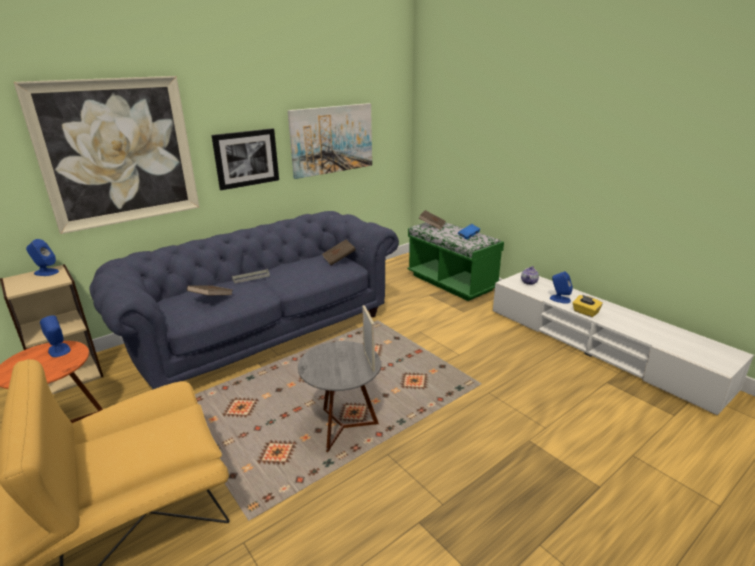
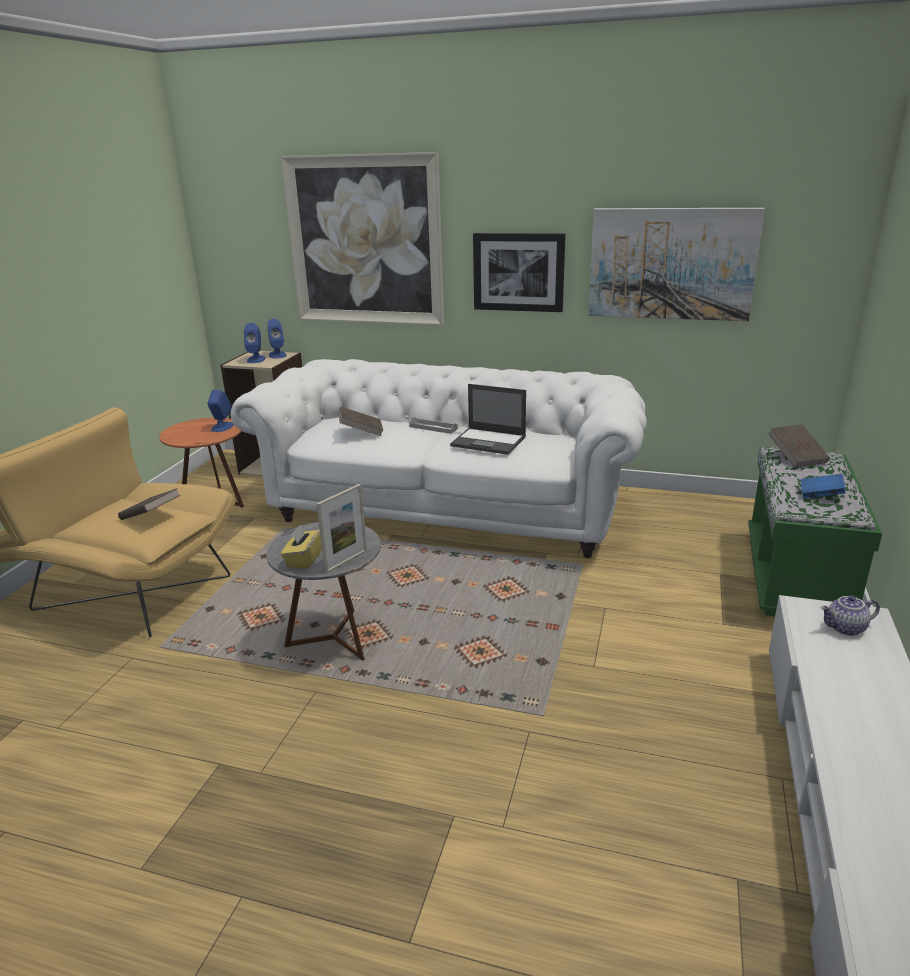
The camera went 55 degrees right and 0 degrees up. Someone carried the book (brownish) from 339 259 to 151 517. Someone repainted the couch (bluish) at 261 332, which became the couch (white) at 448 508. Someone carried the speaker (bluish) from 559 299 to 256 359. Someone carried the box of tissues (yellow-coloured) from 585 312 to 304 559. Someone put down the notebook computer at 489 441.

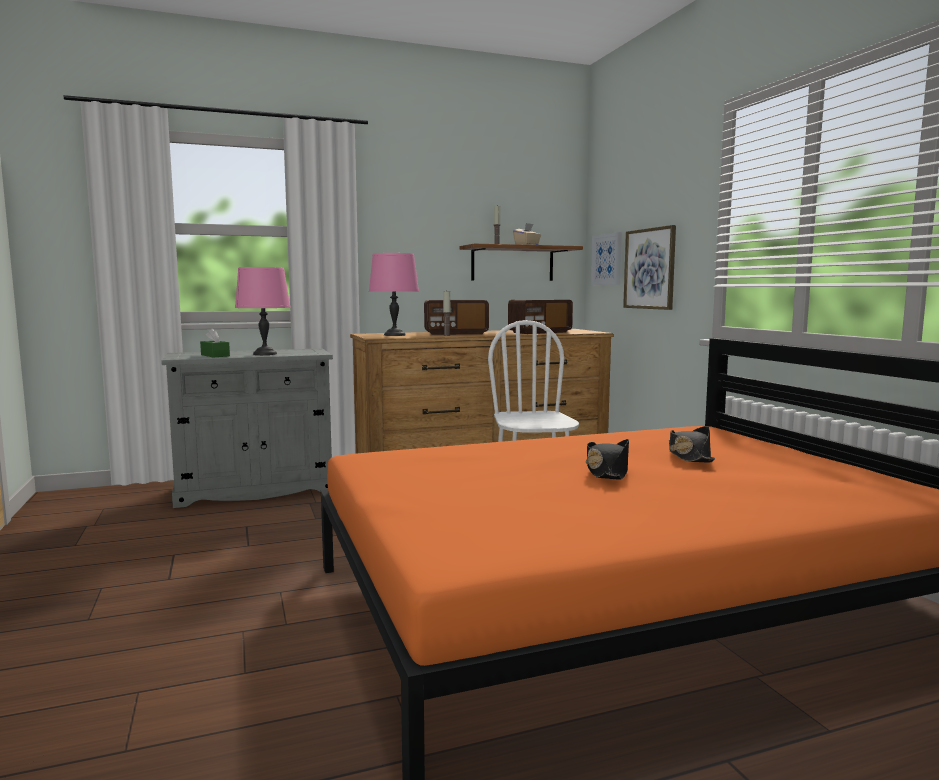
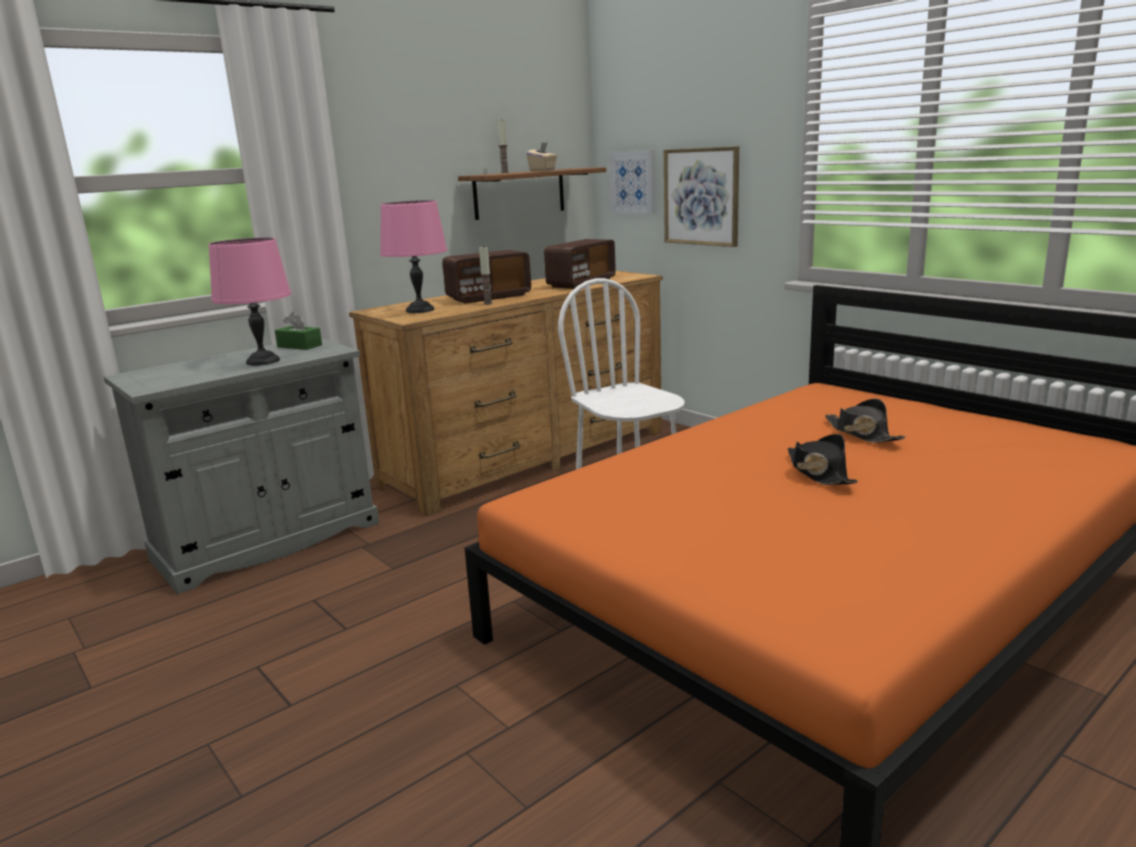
The camera went 20 degrees left and 10 degrees up. Someone carried the box of tissues (green) from 215 355 to 299 346.

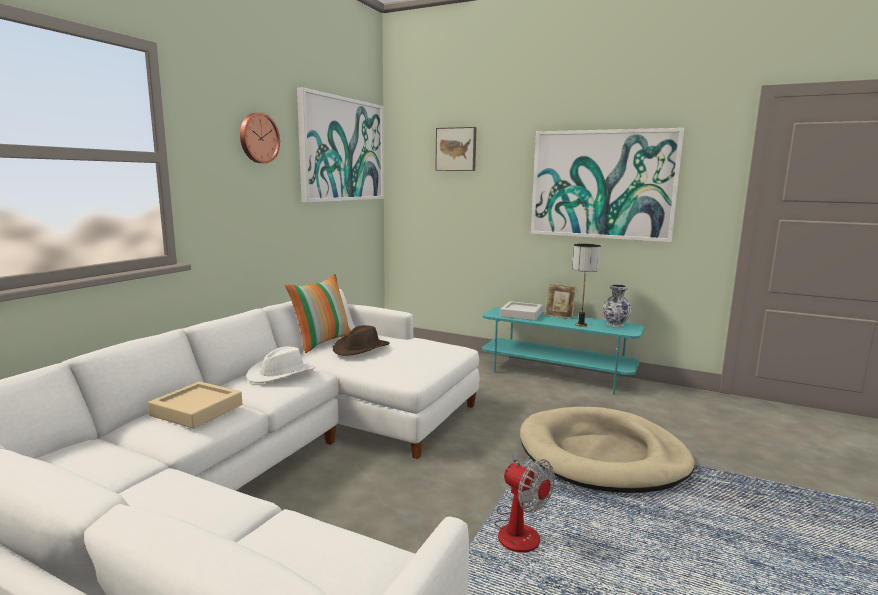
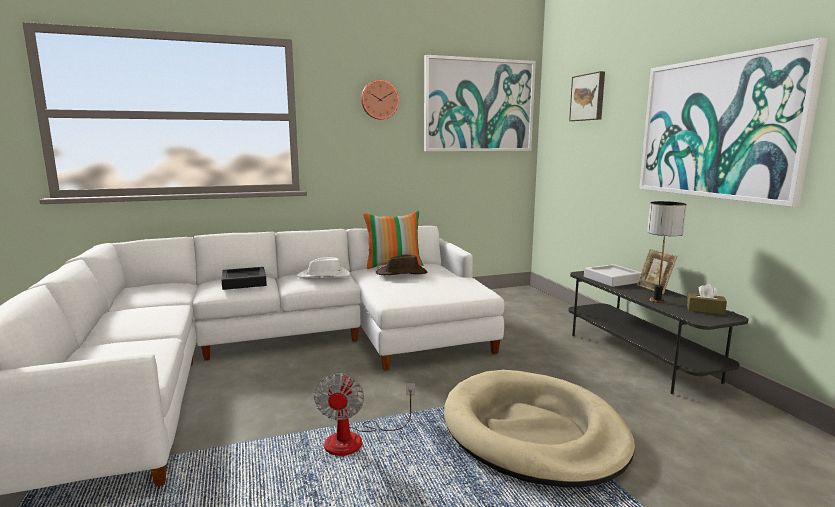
The camera went 45 degrees right and 0 degrees up. Someone repainted the carrying tray (beige-coloured) at 197 410, which became the carrying tray (blackish) at 244 282. Someone repainted the tv unit (blue-green) at 557 374, which became the tv unit (greyish) at 640 356. Someone swapped the decorative vase at 615 325 for the box of tissues (brownish) at 705 310.

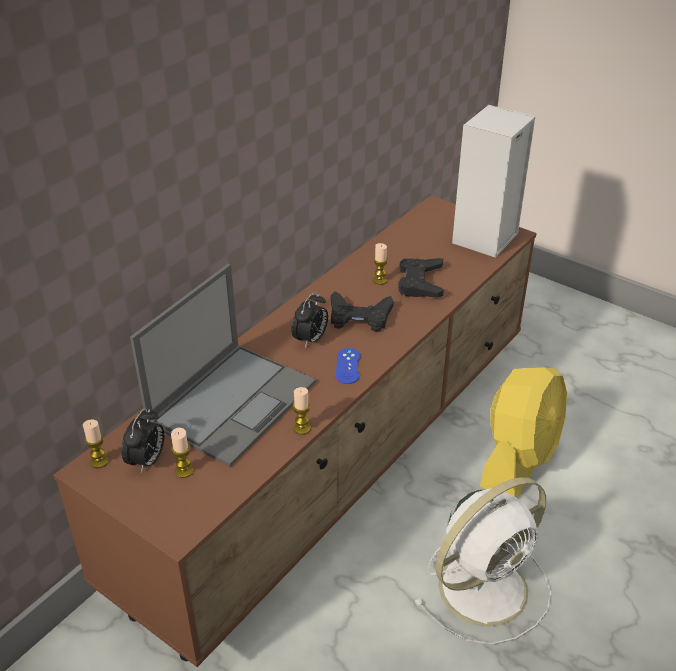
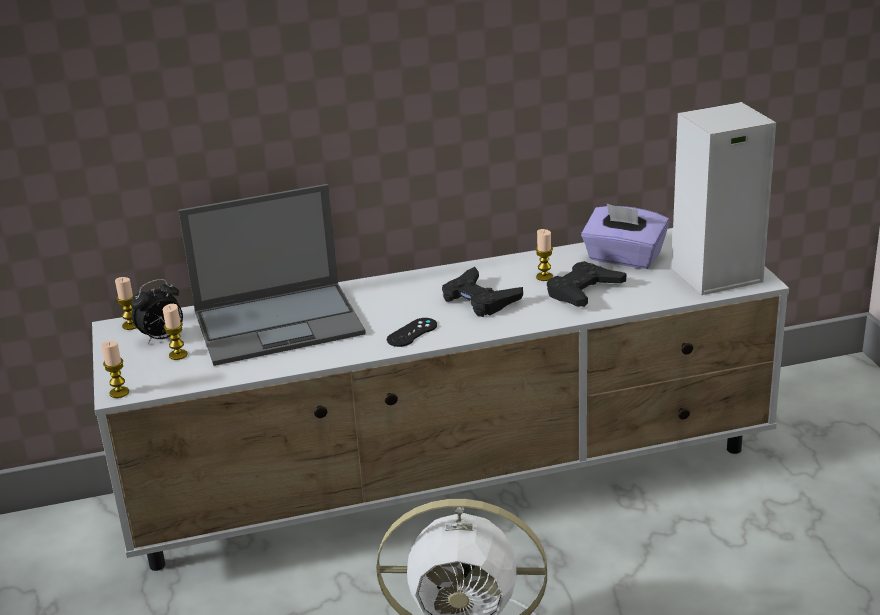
The camera went 40 degrees right and 10 degrees down. Someone repainted the tv unit (brownish) at 339 464, which became the tv unit (white) at 453 484. Someone carried the candle from 302 428 to 119 393. Someone repainted the gamepad (bluish) at 348 366, which became the gamepad (blackish) at 412 332. Someone put down the box of tissues (purple-coloured) at 624 258. Someone took away the bedside clock at 310 340. Someone took away the cooling fan (yellow-coloured) at 519 459.

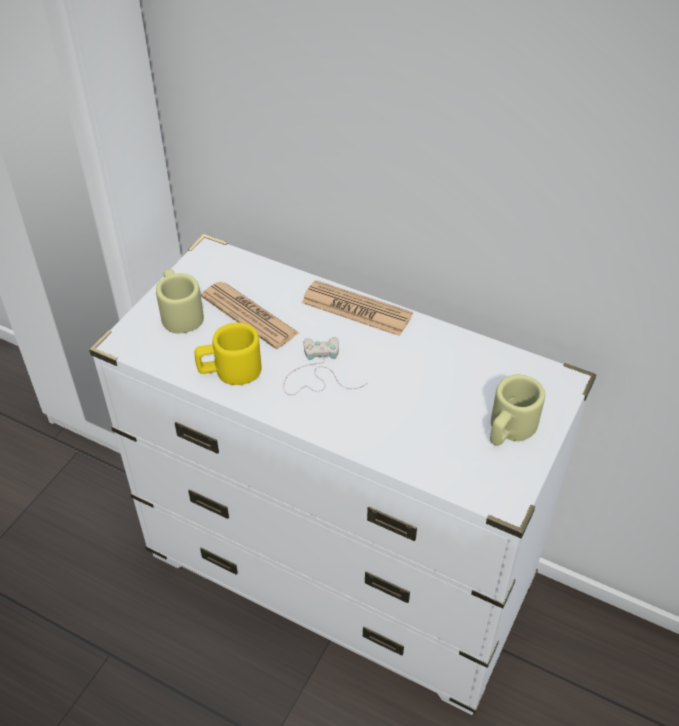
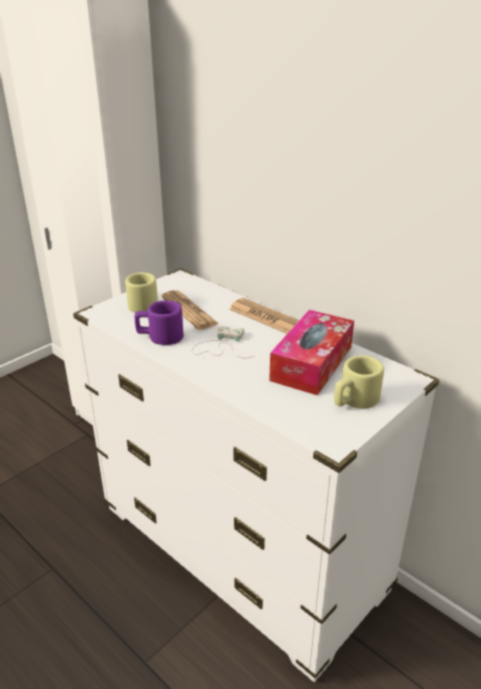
The camera went 15 degrees right and 15 degrees down. Someone repainted the mug (yellow-coloured) at 229 371, which became the mug (purple-coloured) at 160 337. Someone put down the box of tissues at 312 363.

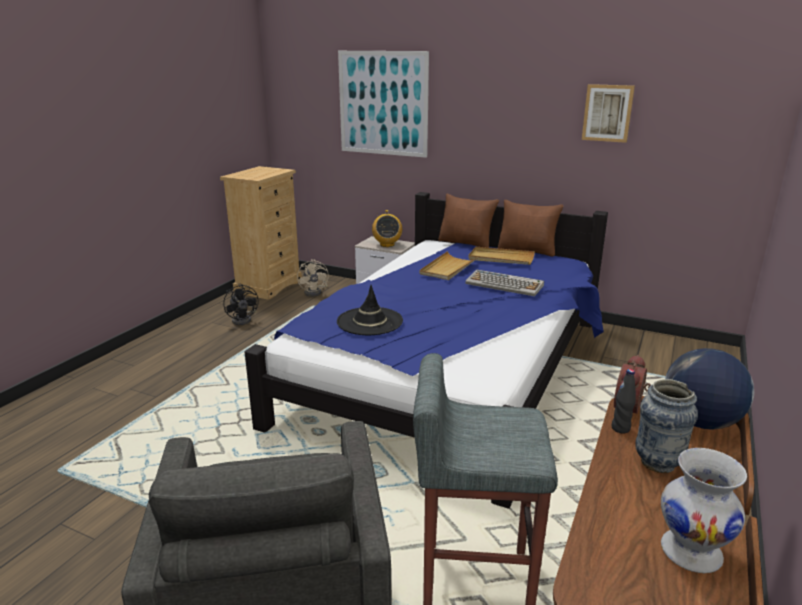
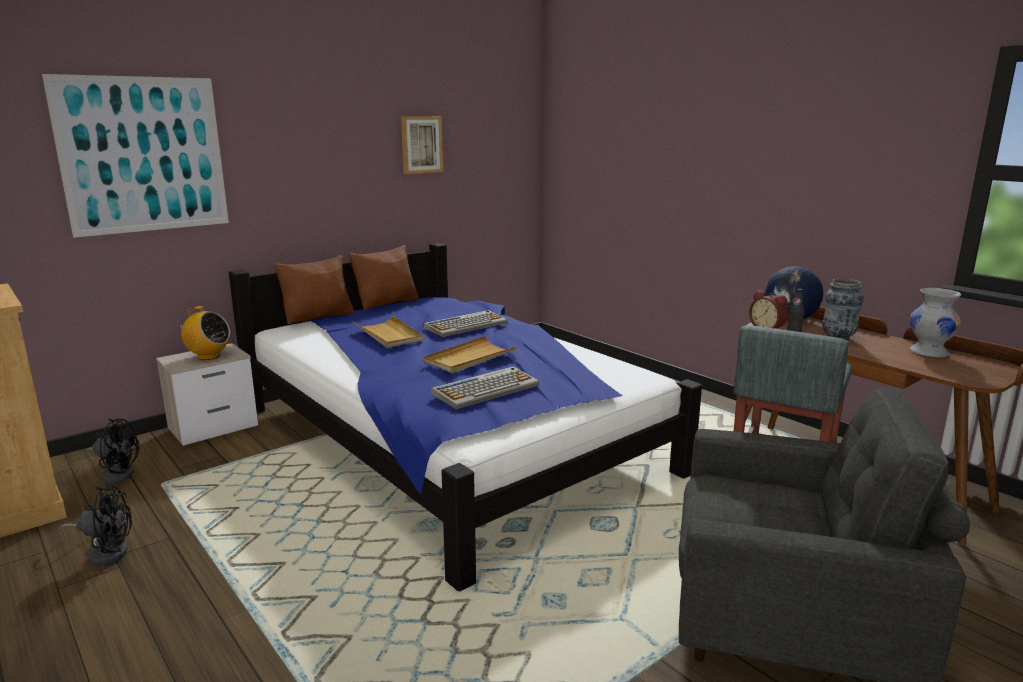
The camera went 65 degrees left and 5 degrees down. Someone repainted the cooling fan (beige-coloured) at 315 292, which became the cooling fan (blackish) at 116 473. Someone carried the carrying tray (beige-coloured) from 501 258 to 470 358. Someone swapped the wearable hat (blackish) at 369 321 for the keyboard at 486 389.

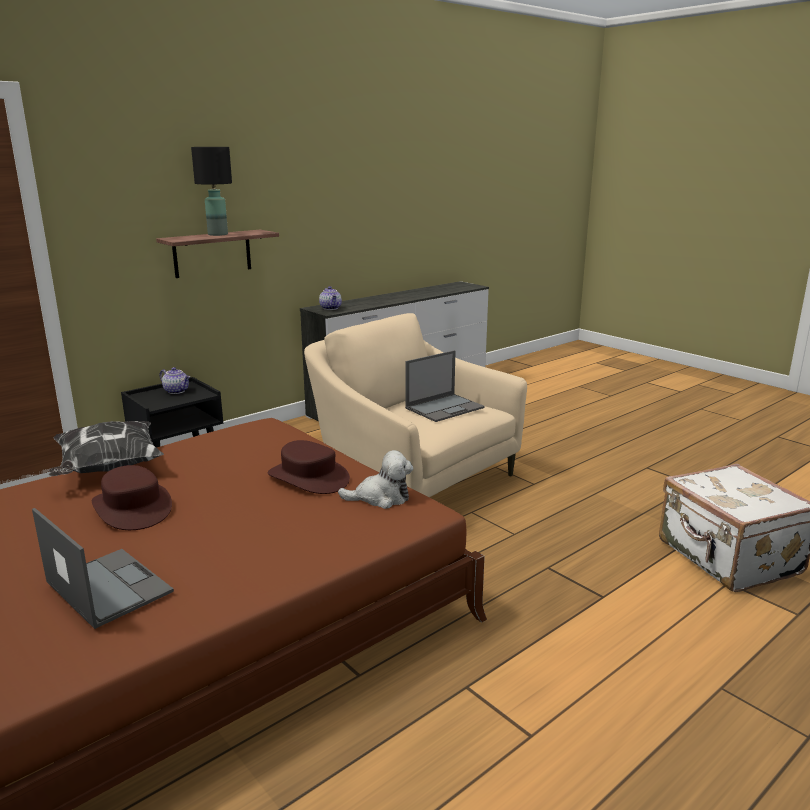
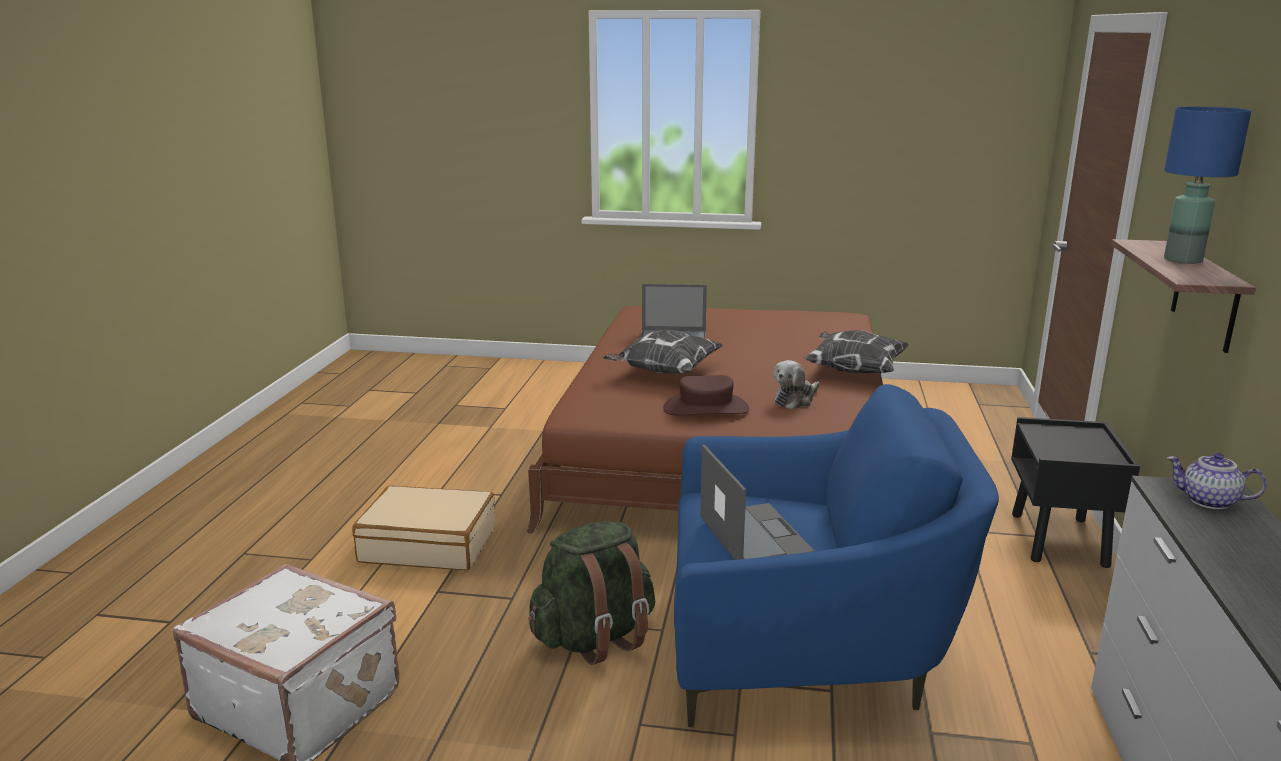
The camera went 140 degrees right and 0 degrees up. Someone put down the piece of luggage (beige-coloured) at 429 544. Someone put down the rucksack (green) at 594 638. Someone put down the pillow at 663 372. Someone repainted the easy chair (beige-coloured) at 411 478, which became the easy chair (bluish) at 805 647. Someone rotated the notebook computer at 445 408 by 150 degrees clockwise. Someone carried the cuddly toy from 381 498 to 795 400. Someone repainted the tabletop lamp (blackish) at 218 234, which became the tabletop lamp (bluish) at 1183 260. Someone took away the wearable hat (brownish) at 133 508. Someone took away the pot for tea at 177 391.

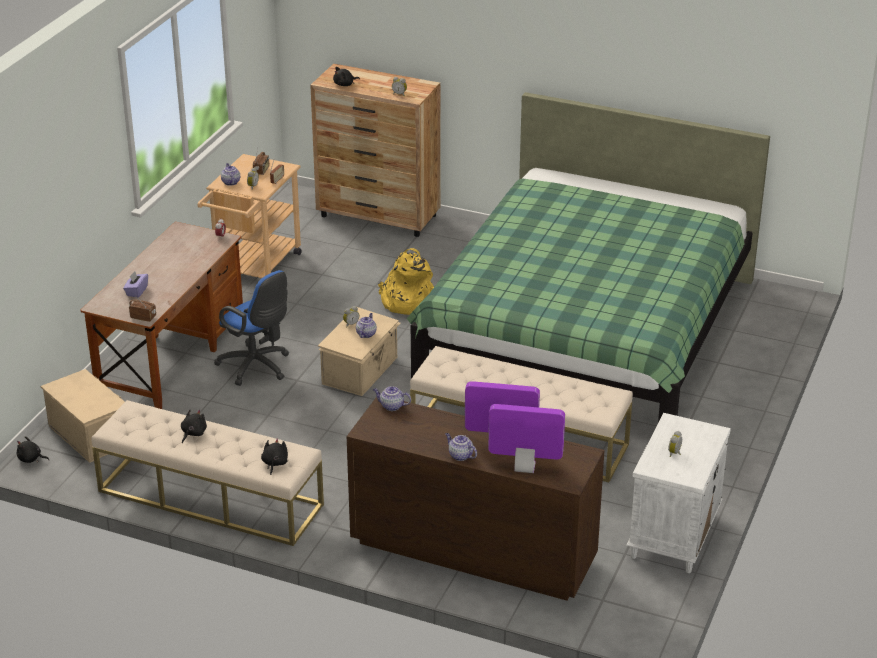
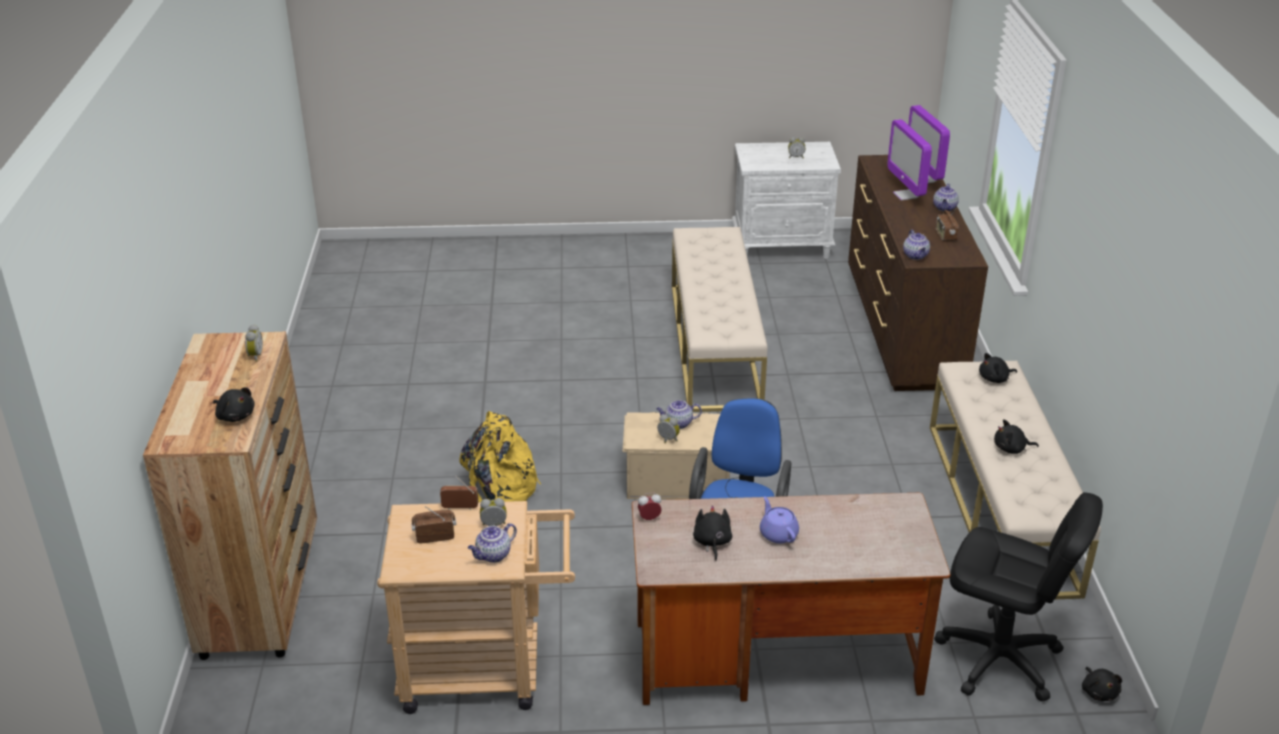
The camera went 115 degrees left and 0 degrees up. Someone put down the cuddly toy (blackish) at 712 542. Someone put down the pot for tea (purple-coloured) at 778 533. Someone swapped the storage container (beige-coloured) at 90 434 for the office chair (blackish) at 999 659. Someone carried the radio from 143 317 to 945 236. Someone took away the box of tissues (purple-coloured) at 136 291. Someone took away the sleeping bed (green) at 587 329.

